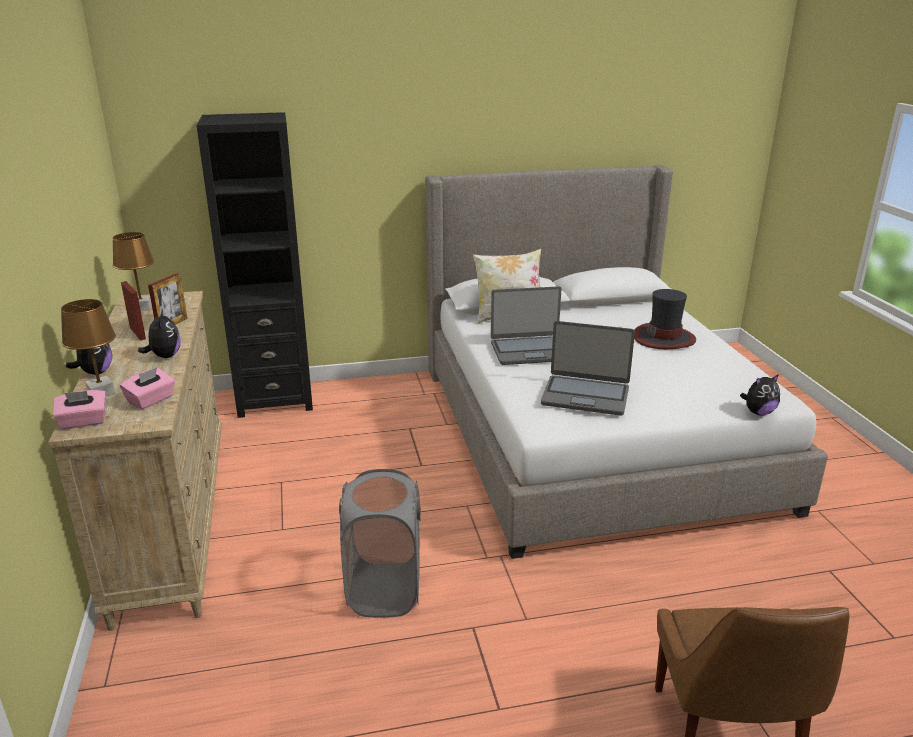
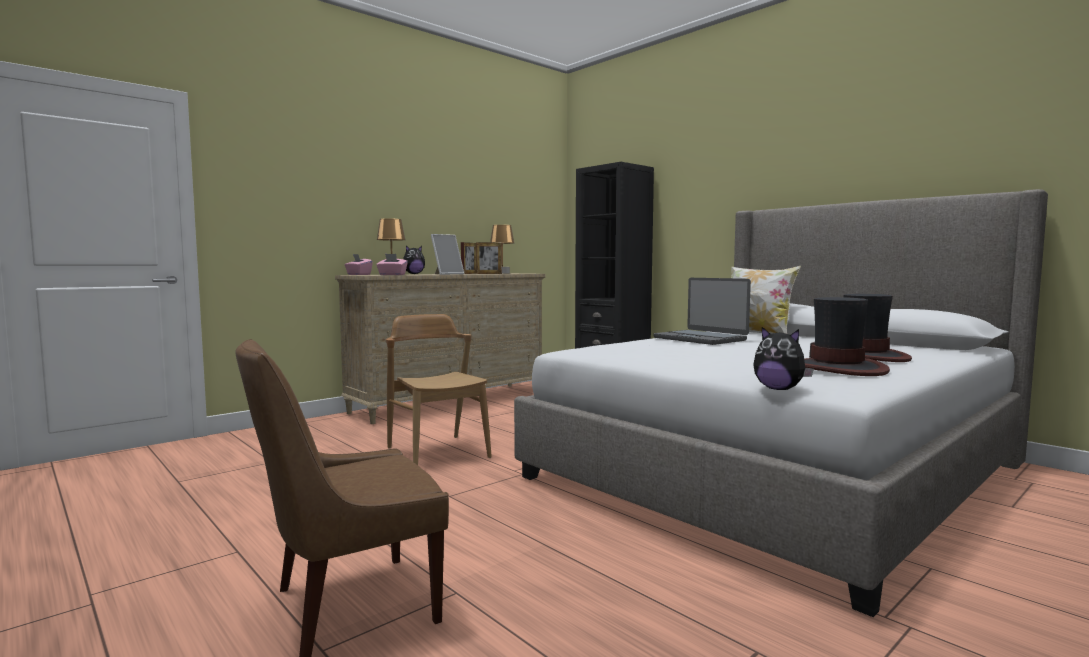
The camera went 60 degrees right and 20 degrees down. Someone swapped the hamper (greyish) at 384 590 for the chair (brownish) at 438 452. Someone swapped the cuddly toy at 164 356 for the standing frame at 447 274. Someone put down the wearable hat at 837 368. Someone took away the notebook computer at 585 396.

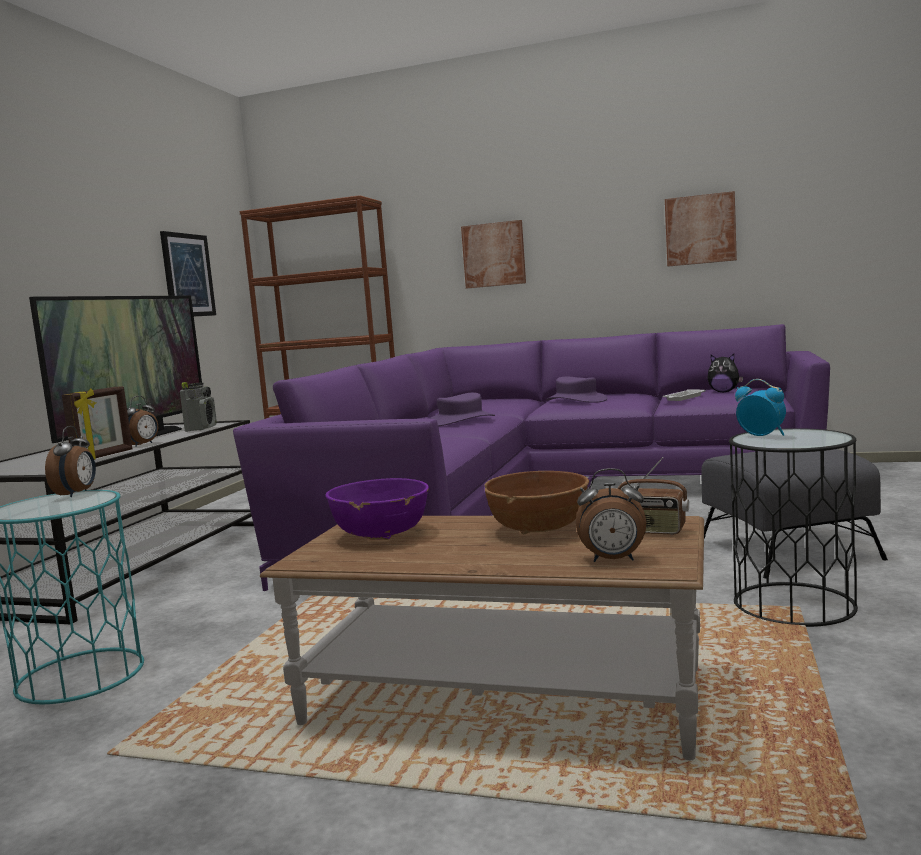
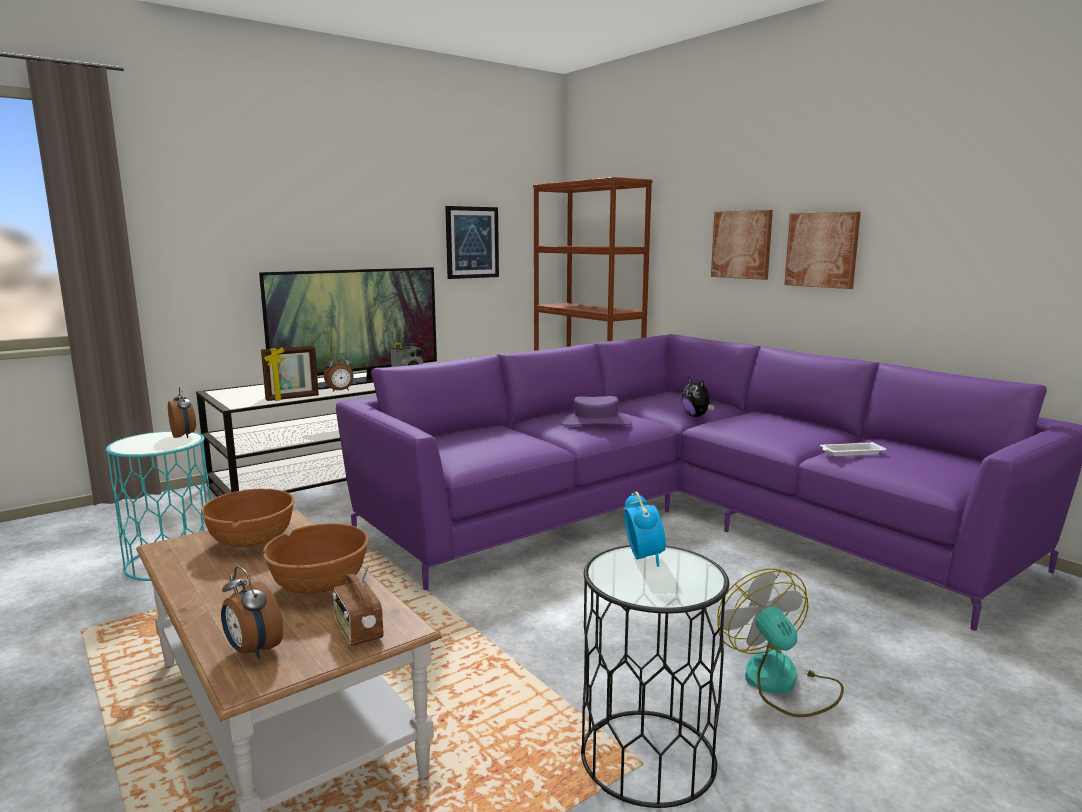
The camera went 35 degrees right and 5 degrees up. Someone rotated the bedside clock at 77 494 by 75 degrees counterclockwise. Someone repainted the serving bowl (purple-coloured) at 381 534, which became the serving bowl (brownish) at 252 541. Someone carried the cuddly toy from 724 392 to 696 416. Someone swapped the pouffe (greyish) at 785 550 for the cooling fan at 781 683. Someone carried the wall picture from 700 229 to 822 250. Someone took away the wearable hat (purple-coloured) at 576 400.

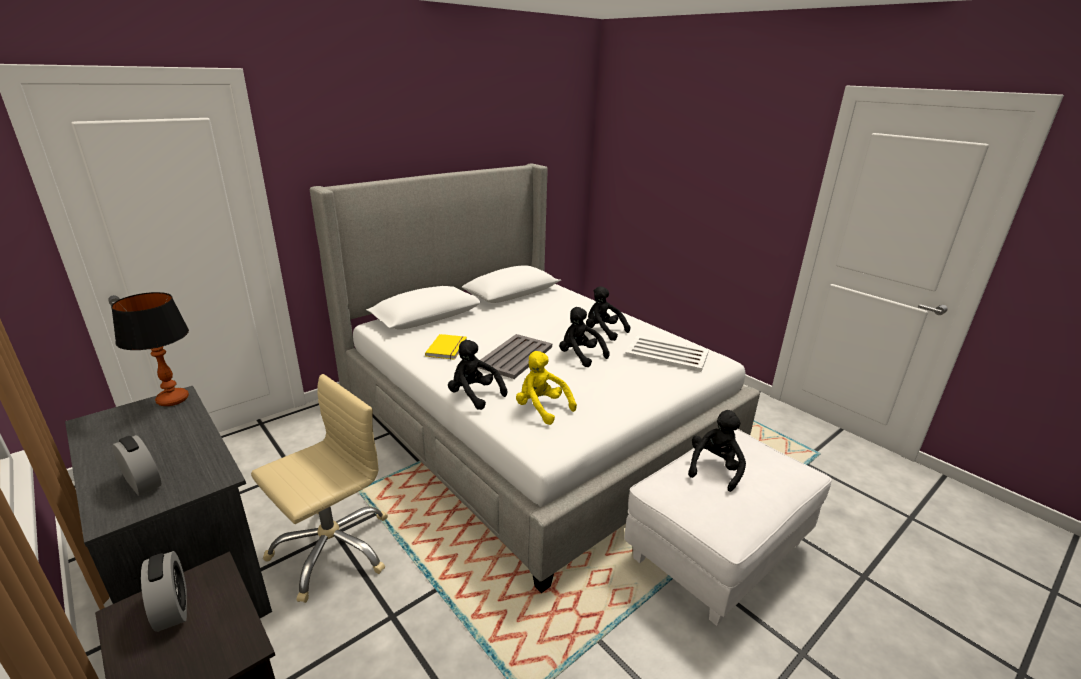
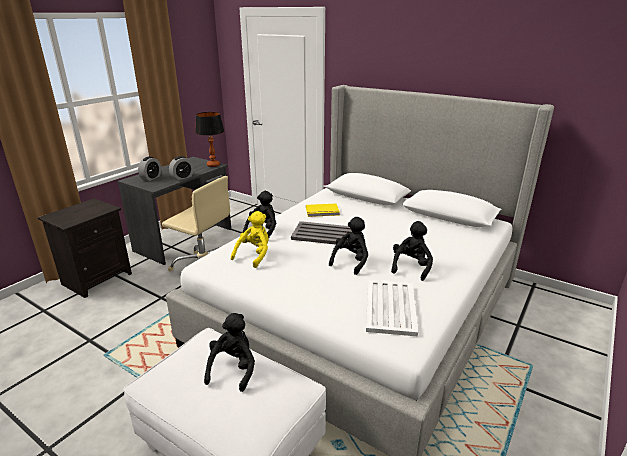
The camera went 75 degrees right and 0 degrees up. Someone carried the bedside clock from 172 609 to 182 177. Someone rotated the cuddly toy (blackish) at 714 468 by 90 degrees counterclockwise.

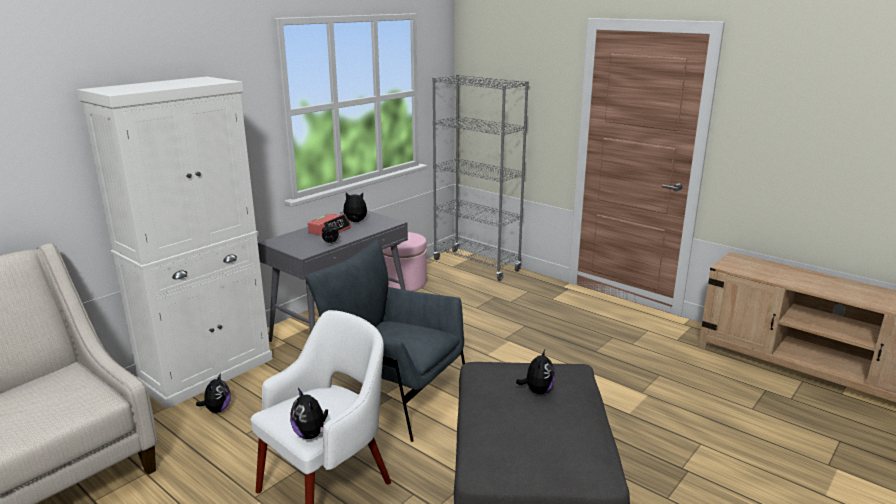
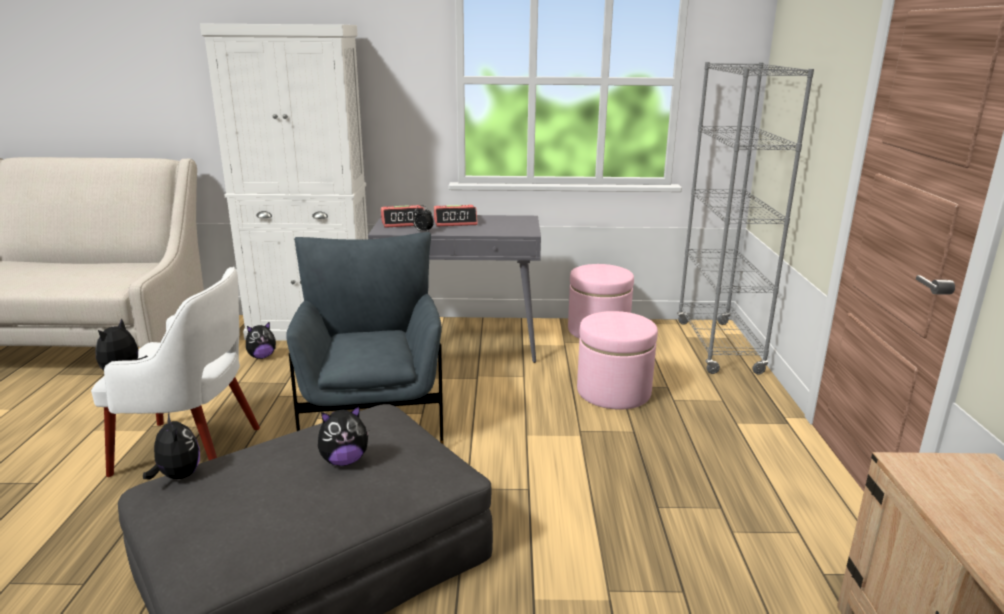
The camera went 50 degrees right and 0 degrees up. Someone carried the cuddly toy from 355 222 to 177 476. Someone put down the bedside clock at 403 223. Someone put down the pouffe (pink) at 613 392.

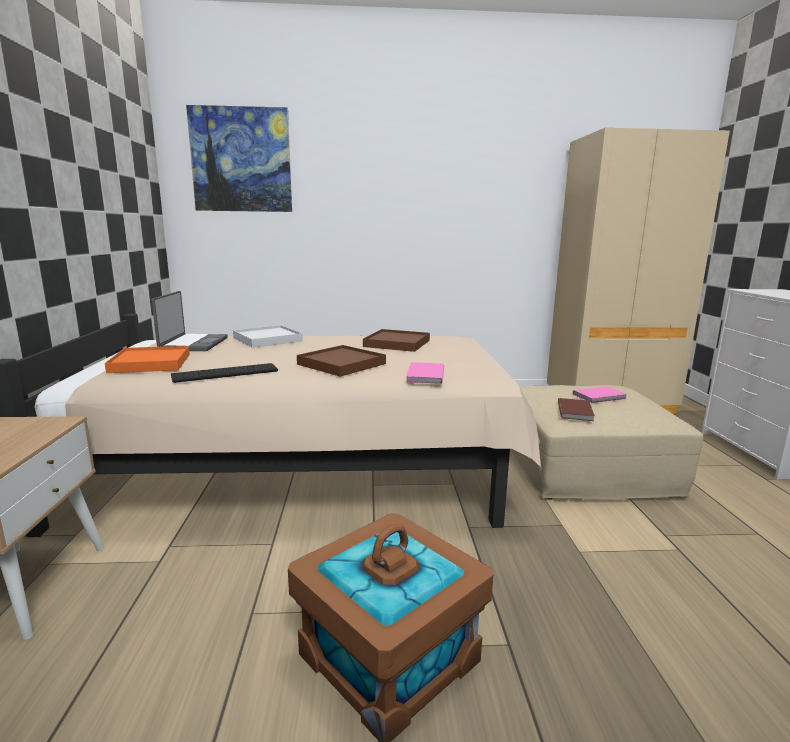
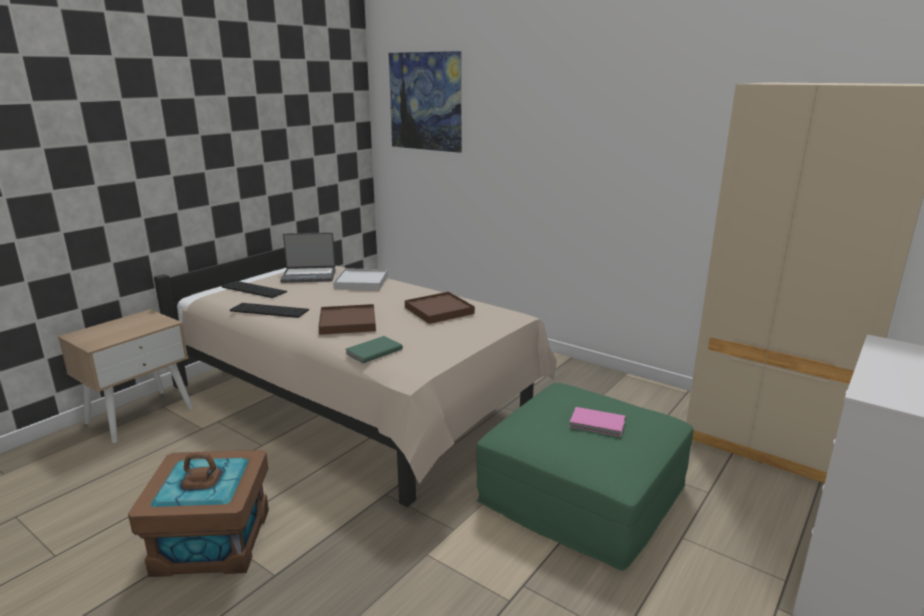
The camera went 40 degrees right and 5 degrees up. Someone swapped the carrying tray (orange) at 150 363 for the keyboard at 252 290. Someone rotated the notebook computer at 193 344 by 45 degrees clockwise. Someone repainted the book (pink) at 424 375, which became the book (green) at 372 351. Someone repainted the pouffe (beige-coloured) at 584 466, which became the pouffe (green) at 581 494. Someone took away the book (brownish) at 576 411.

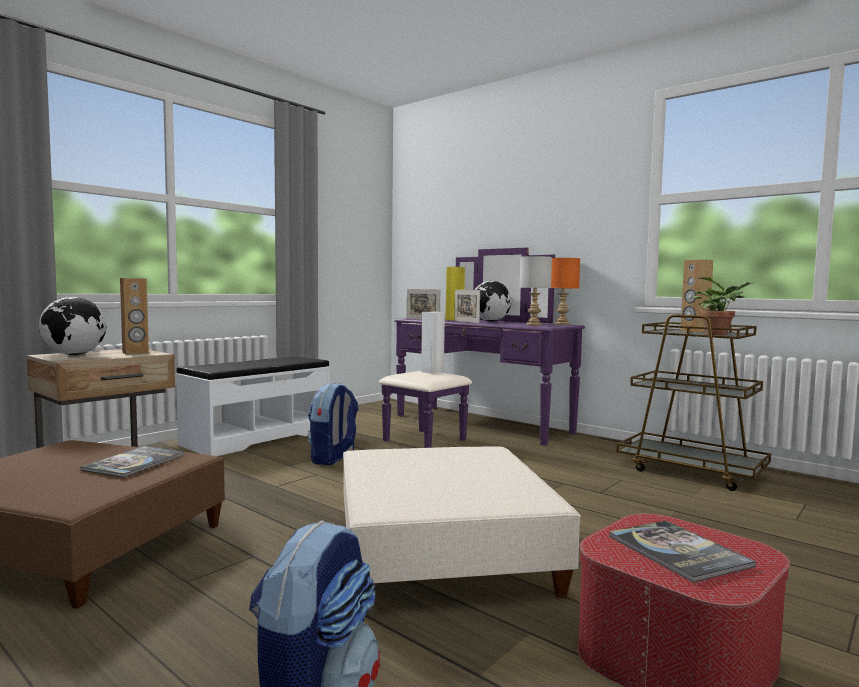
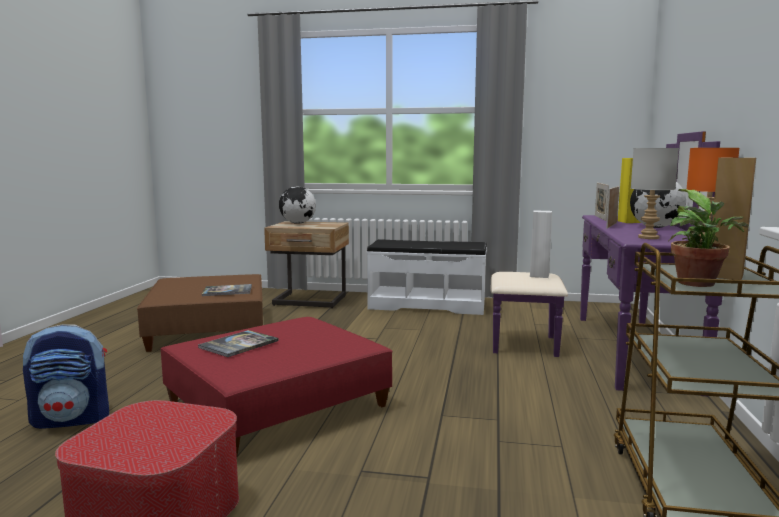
The camera went 60 degrees right and 5 degrees up. Someone repainted the pouffe (beige-coloured) at 442 551, which became the pouffe (reddish) at 277 405. Someone carried the book from 677 551 to 238 344. Someone took away the speaker (brownish) at 135 353. Someone took away the rucksack at 333 458.

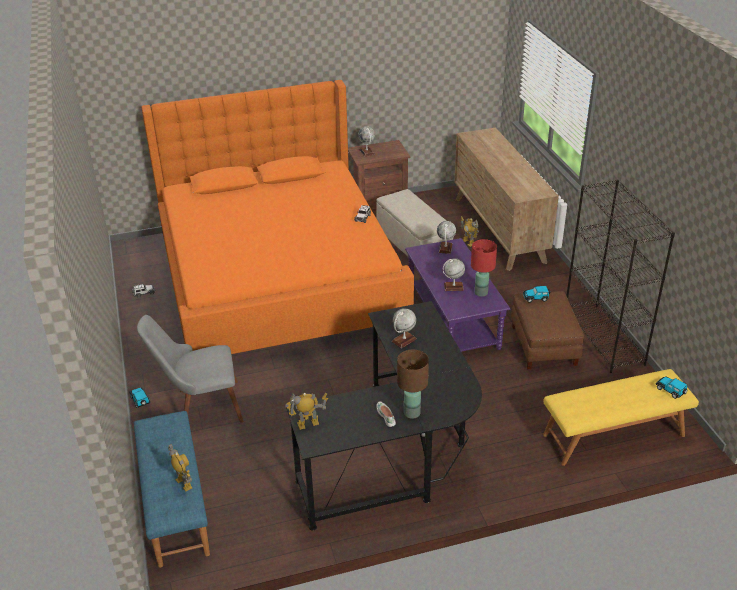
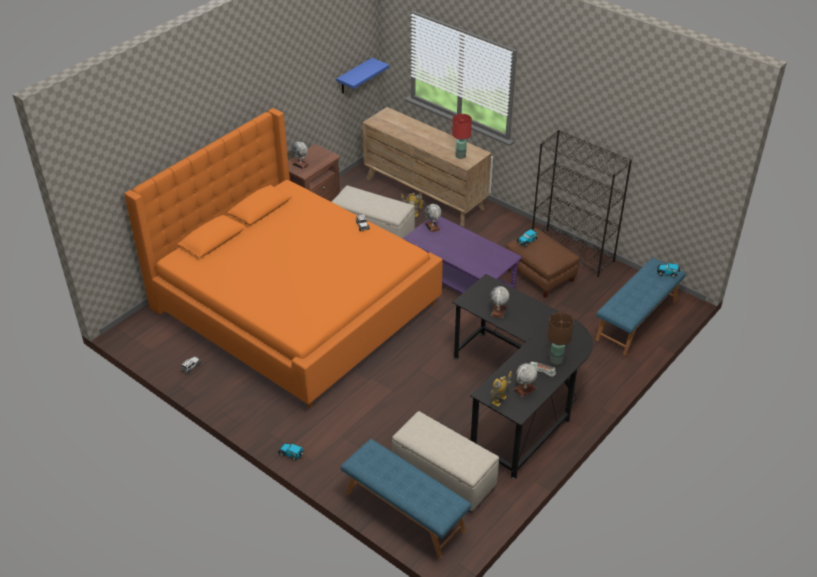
The camera went 35 degrees left and 5 degrees up. Someone put up the wall shelf (bluish) at 354 76. Someone put down the pouffe (beige-coloured) at 443 475. Someone carried the tabletop lamp (reddish) from 480 293 to 460 156. Someone carried the globe from 453 287 to 524 389. Someone repainted the long seat (yellow-coloured) at 614 435, which became the long seat (bluish) at 637 320. Someone took away the chair (greyish) at 200 407. Someone took away the robot figure at 184 483.

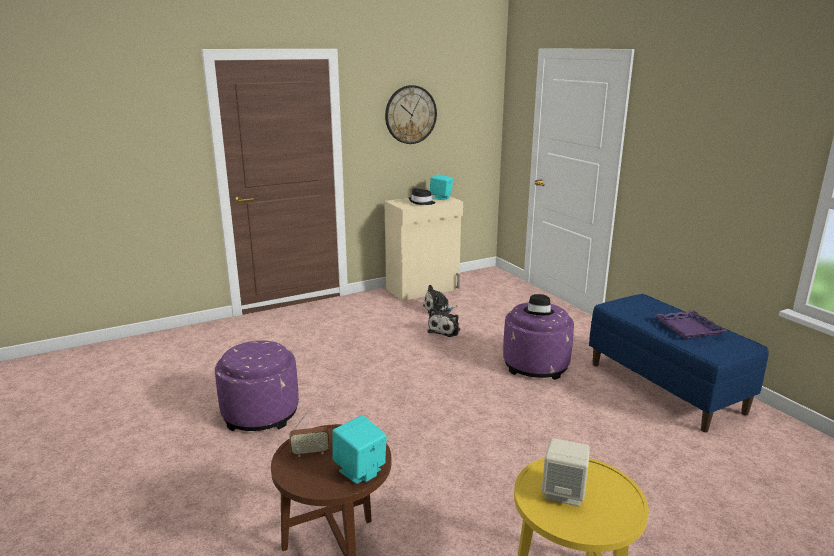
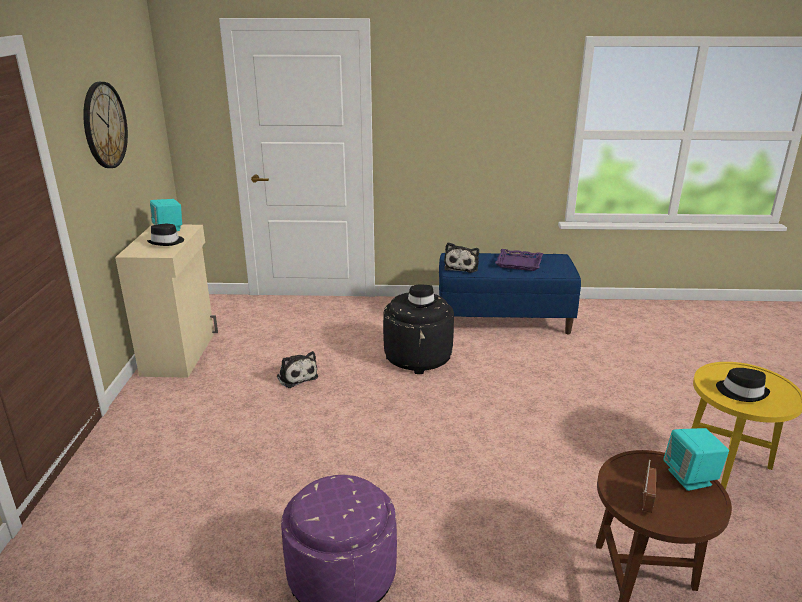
The camera went 60 degrees left and 5 degrees up. Someone repainted the pouffe (purple-coloured) at 535 365, which became the pouffe (blackish) at 418 357. Someone carried the cuddly toy from 438 309 to 462 267. Someone swapped the speaker (beige-coloured) at 564 492 for the wearable hat (blackish) at 742 392.

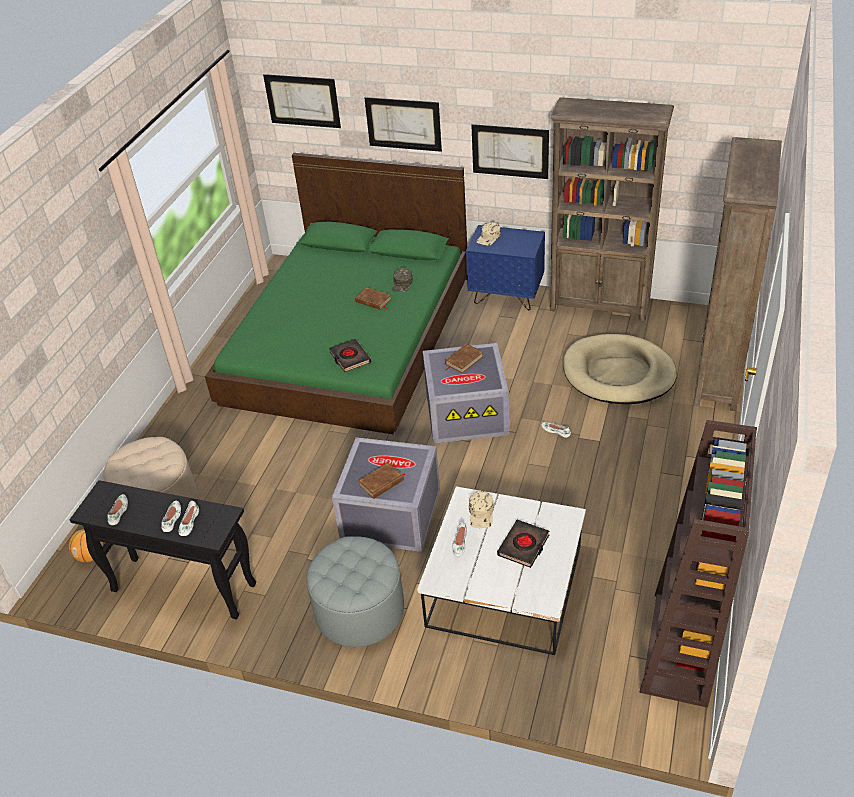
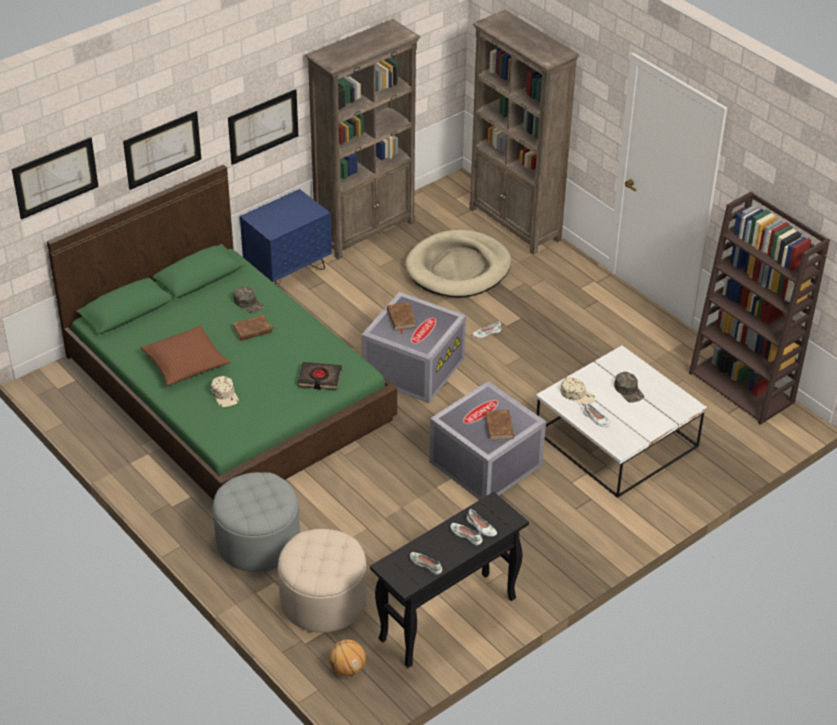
The camera went 60 degrees left and 0 degrees up. Someone put down the pillow (brownish) at 185 363. Someone carried the peaked cap (beige-coloured) from 489 237 to 225 395. Someone carried the pouffe (greyish) from 359 610 to 258 542. Someone swapped the book (blackish) at 523 546 for the peaked cap (green) at 629 390.

